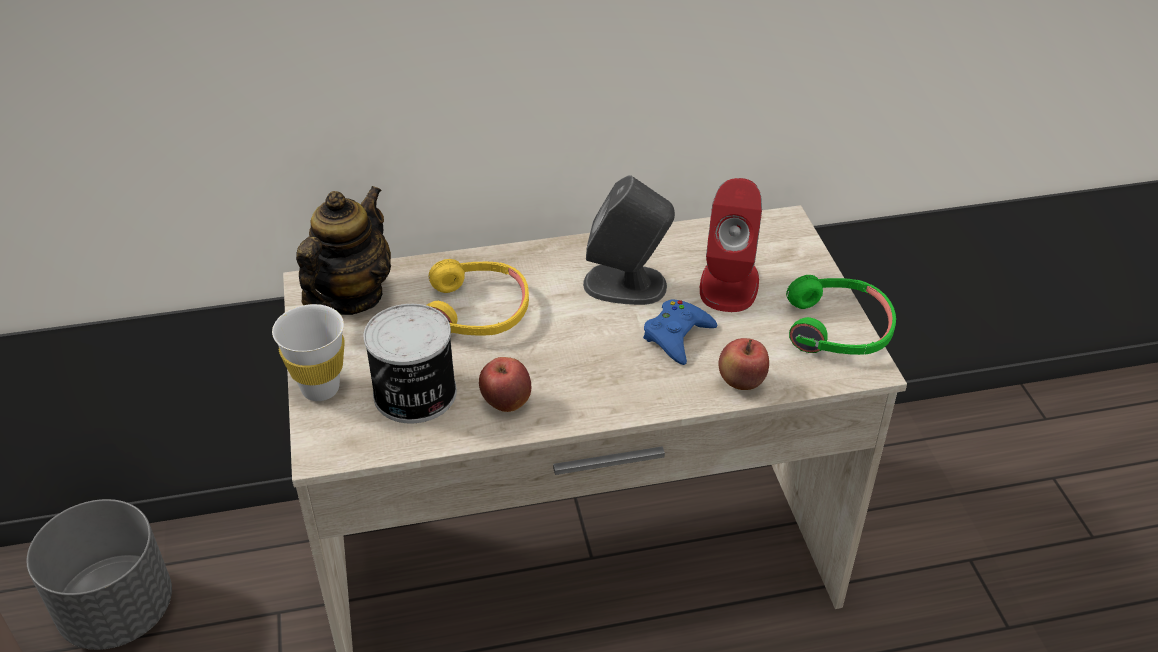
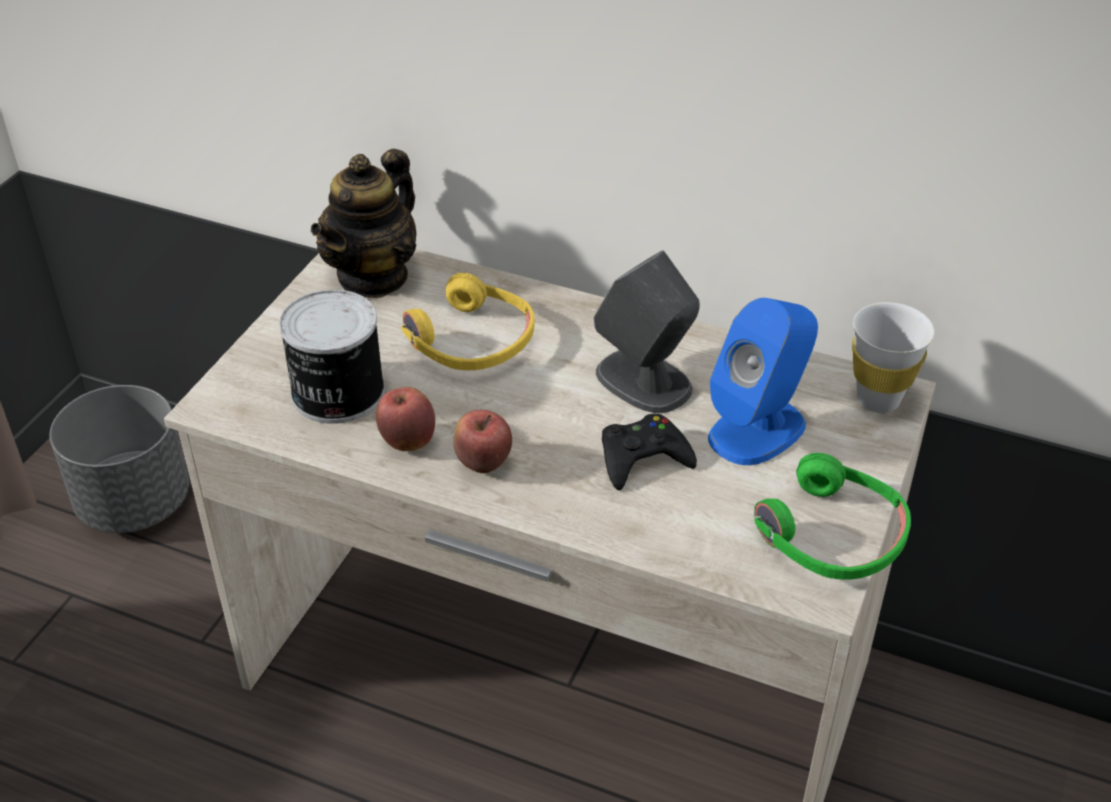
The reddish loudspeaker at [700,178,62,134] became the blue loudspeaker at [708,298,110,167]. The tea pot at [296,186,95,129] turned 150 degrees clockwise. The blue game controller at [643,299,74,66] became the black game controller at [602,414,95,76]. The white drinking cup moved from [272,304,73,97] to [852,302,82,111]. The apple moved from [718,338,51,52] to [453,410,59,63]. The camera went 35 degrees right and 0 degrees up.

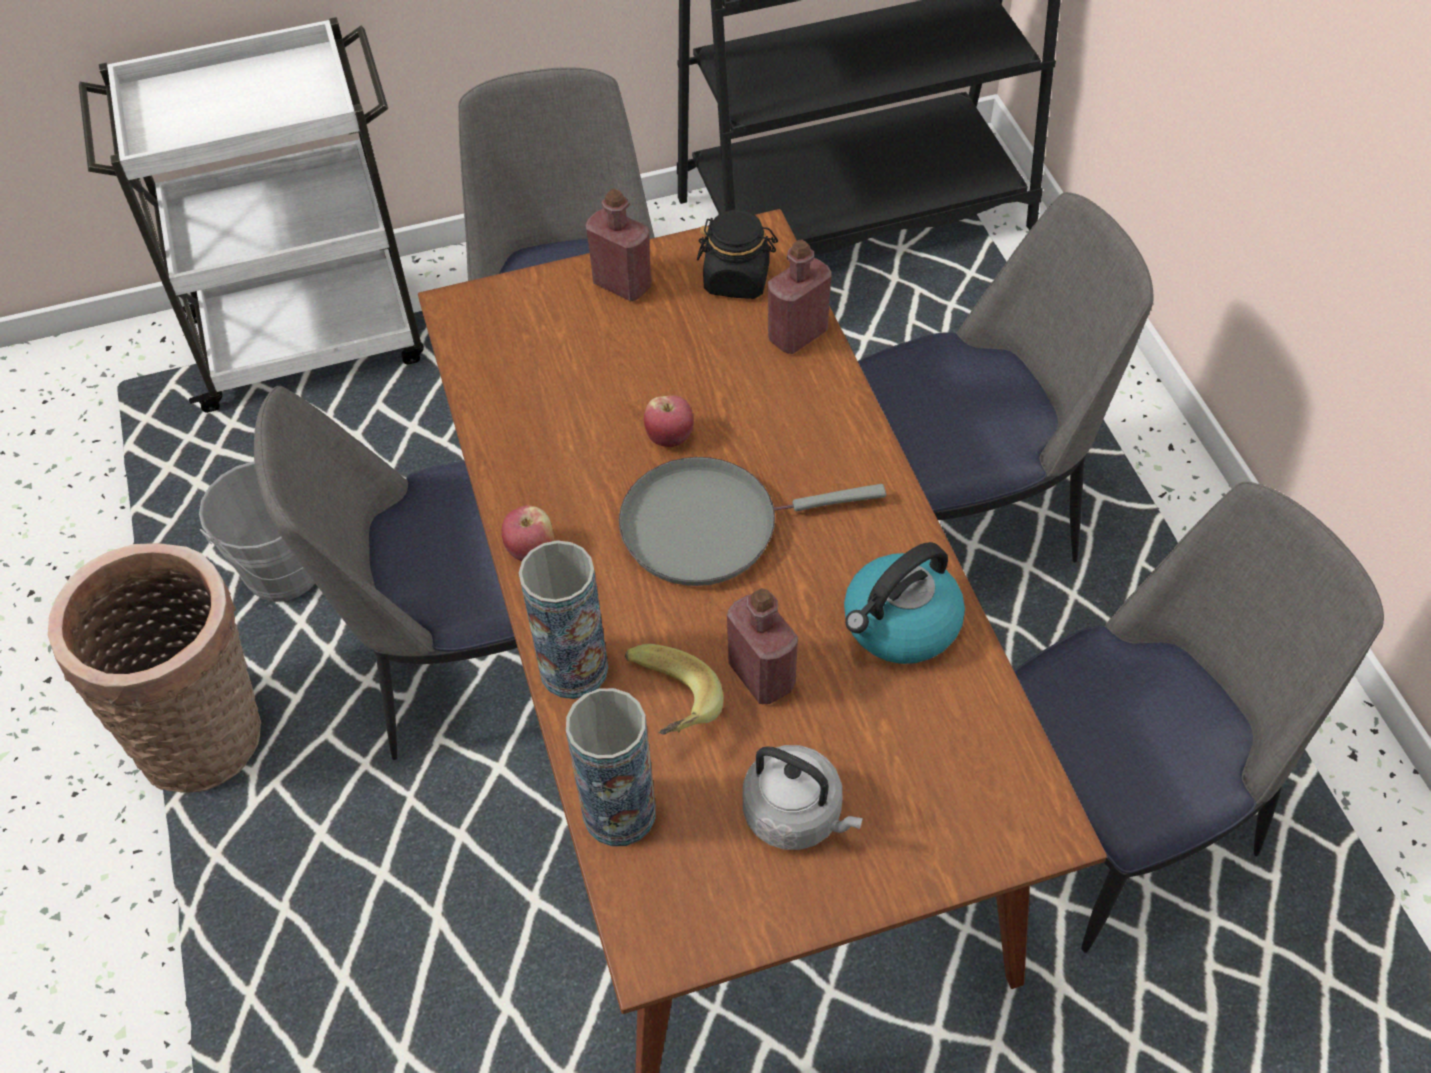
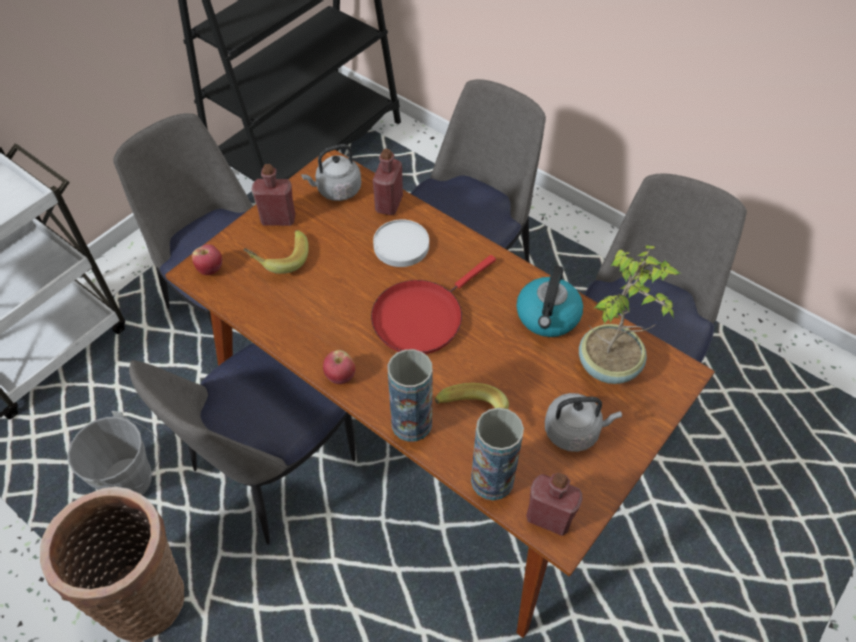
The black storage jar at [697,210,81,89] was replaced by the greyish kettle at [301,144,60,57]. The apple moved from [644,395,50,52] to [192,244,30,31]. The greyish frying pan at [619,457,267,129] became the reddish frying pan at [371,255,125,99]. The reddish bottle moved from [727,588,71,116] to [526,473,57,63]. The white plate at [373,219,56,48] appeared. The banana fruit at [243,230,66,44] appeared. The potted plant at [579,245,102,139] appeared. The camera went 35 degrees left and 0 degrees up.

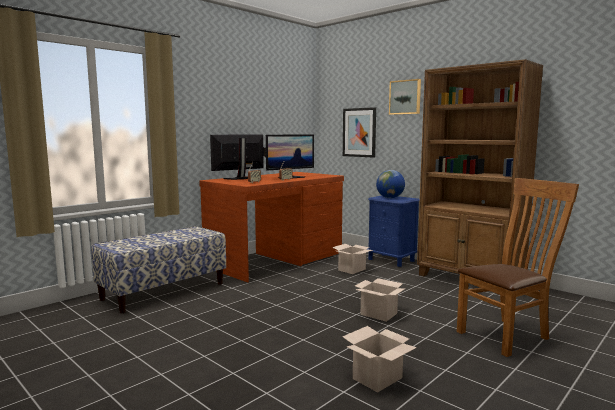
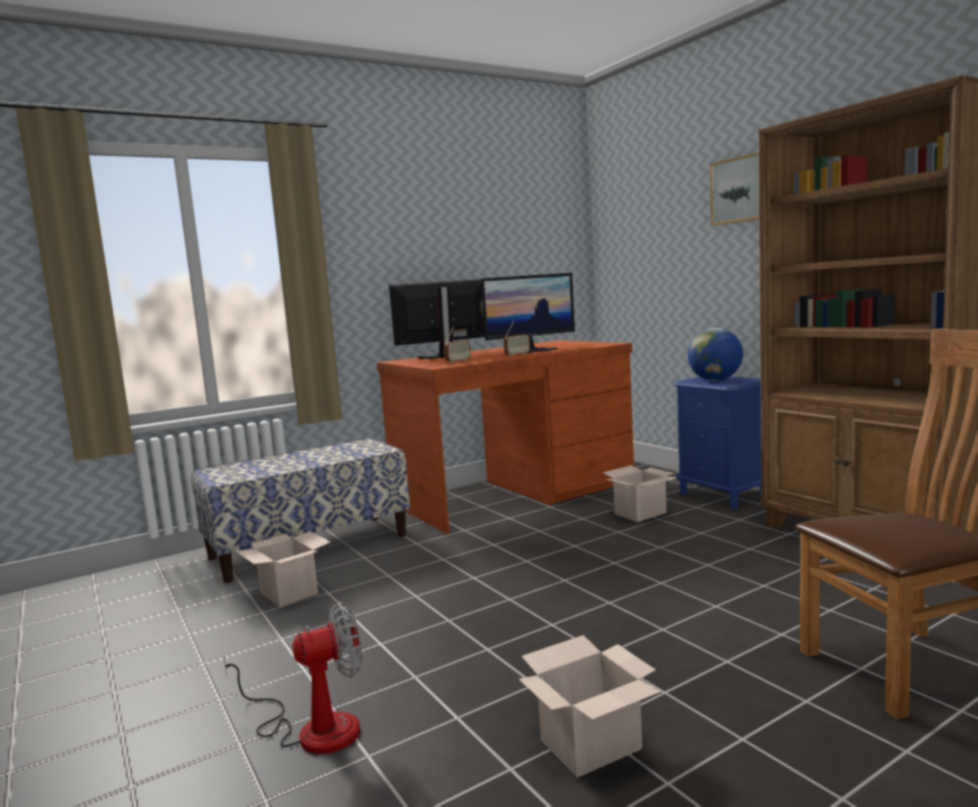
The wall picture at [343,107,33,51] disappeared. The cardboard box moved from [355,278,49,44] to [235,531,96,76]. The electric fan at [223,602,139,152] appeared. The camera went 15 degrees right and 0 degrees up.

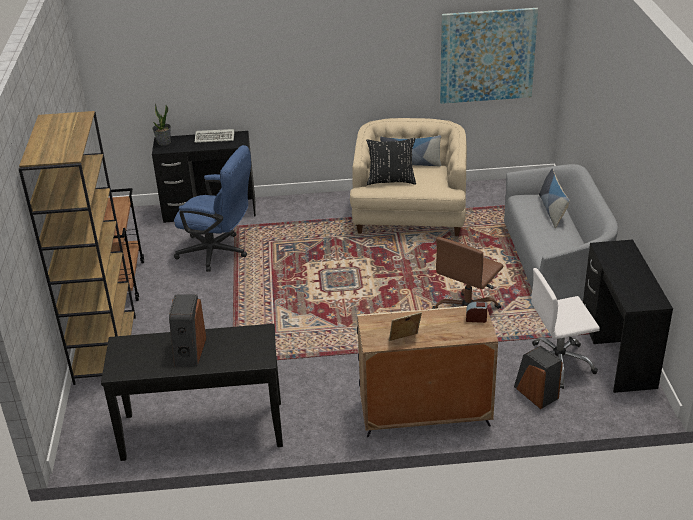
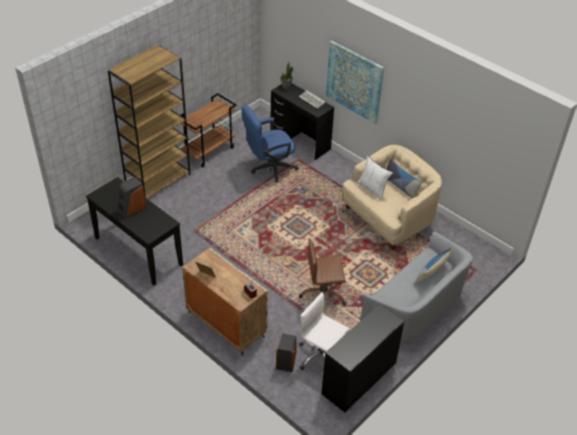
The wall picture moved from [440,8,98,96] to [326,40,58,84]. The black throw pillow at [366,138,50,47] became the white throw pillow at [357,156,36,45]. The blue desk chair at [174,145,77,127] turned 90 degrees clockwise. The camera went 45 degrees right and 10 degrees up.

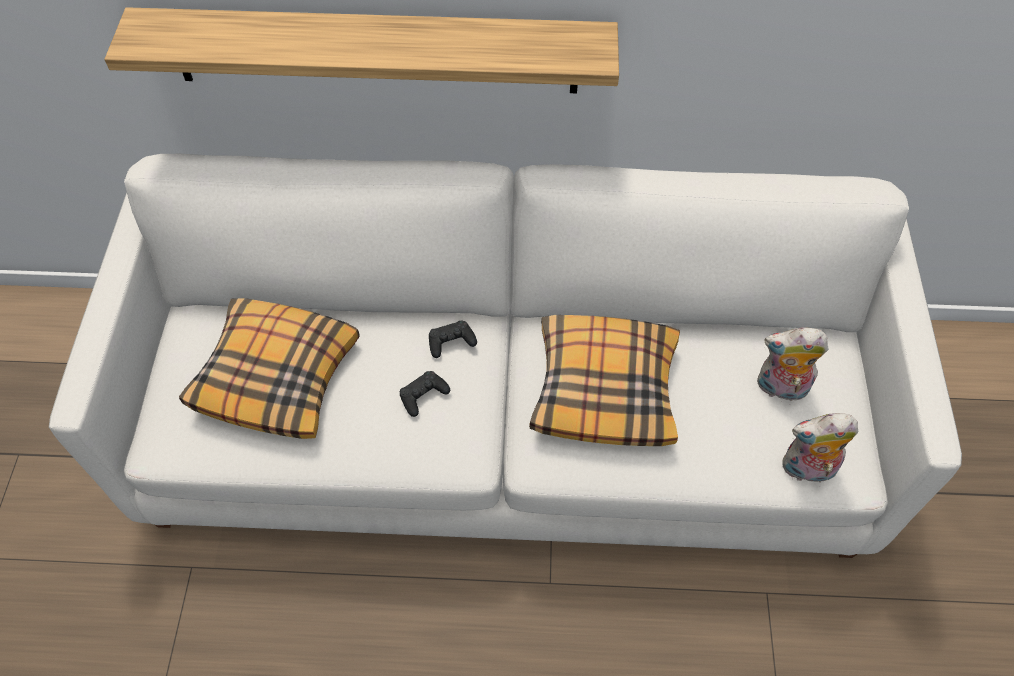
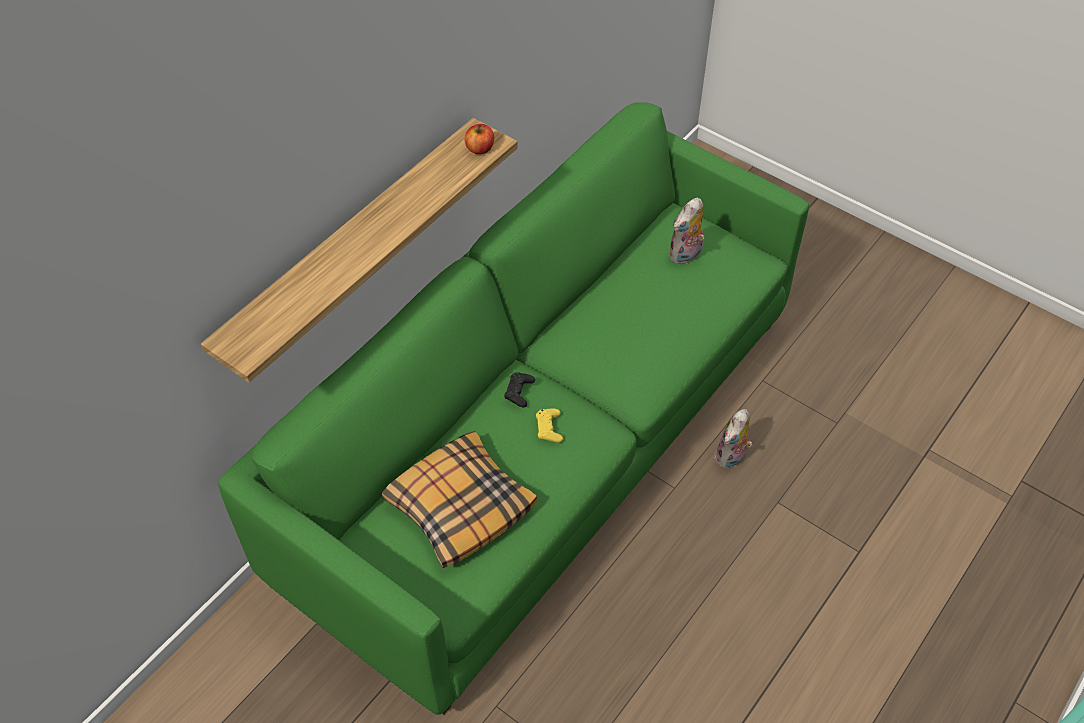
The white sofa at [49,154,913,404] became the green-coloured sofa at [218,102,591,613]. The throw pillow at [529,315,151,131] disappeared. The black game controller at [400,371,50,46] became the yellow-coloured game controller at [536,408,27,35]. The plush toy moved from [782,413,76,70] to [715,409,38,60]. The apple at [465,124,29,30] appeared. The camera went 55 degrees left and 5 degrees down.

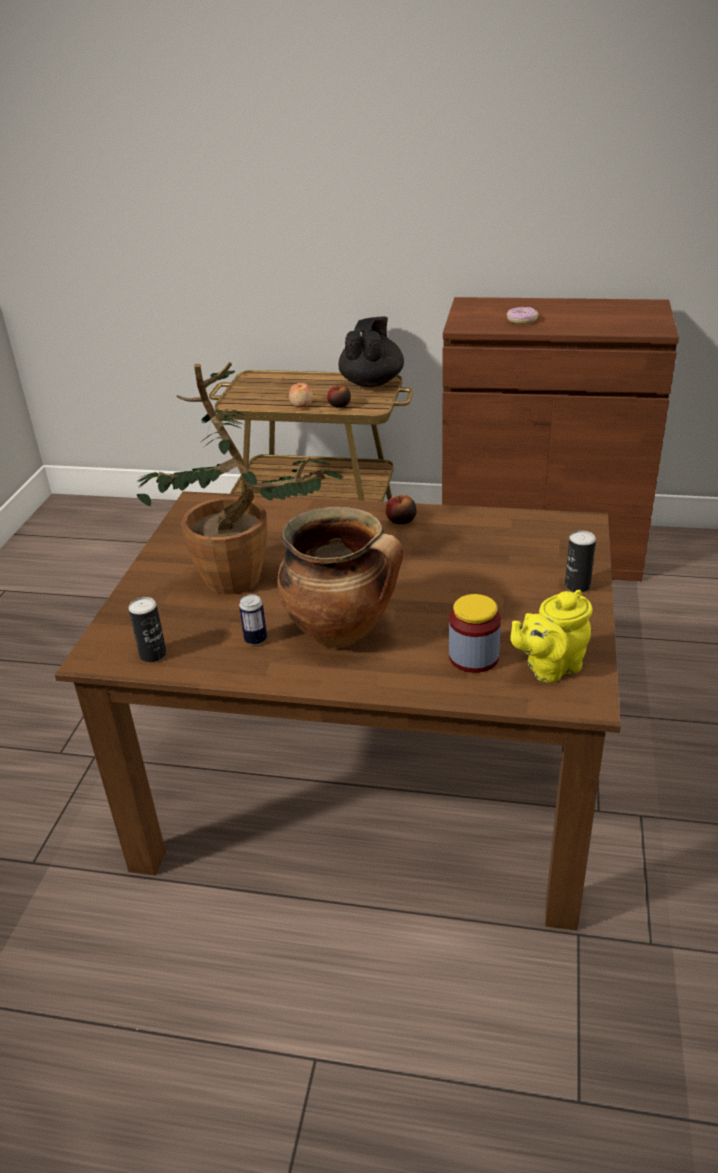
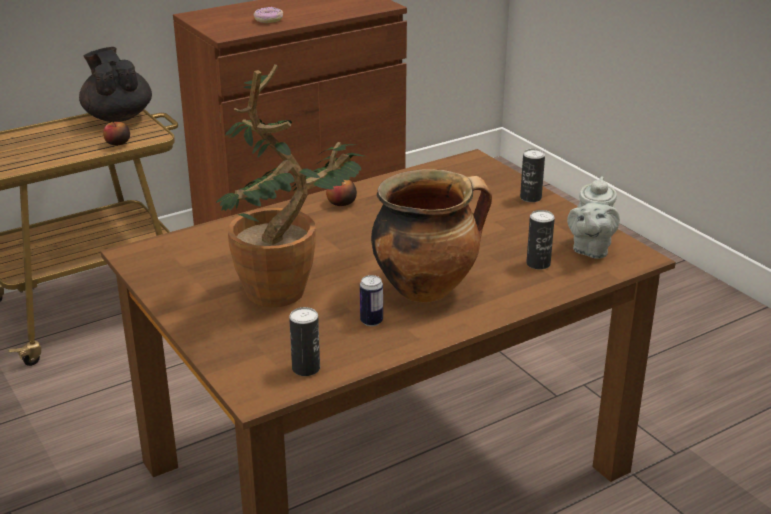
The apple at [289,383,24,25] disappeared. The yellow-coloured tea pot at [510,590,83,93] became the greyish tea pot at [567,176,53,83]. The storage jar at [449,594,52,79] was replaced by the can at [526,210,29,60]. The camera went 45 degrees left and 5 degrees down.

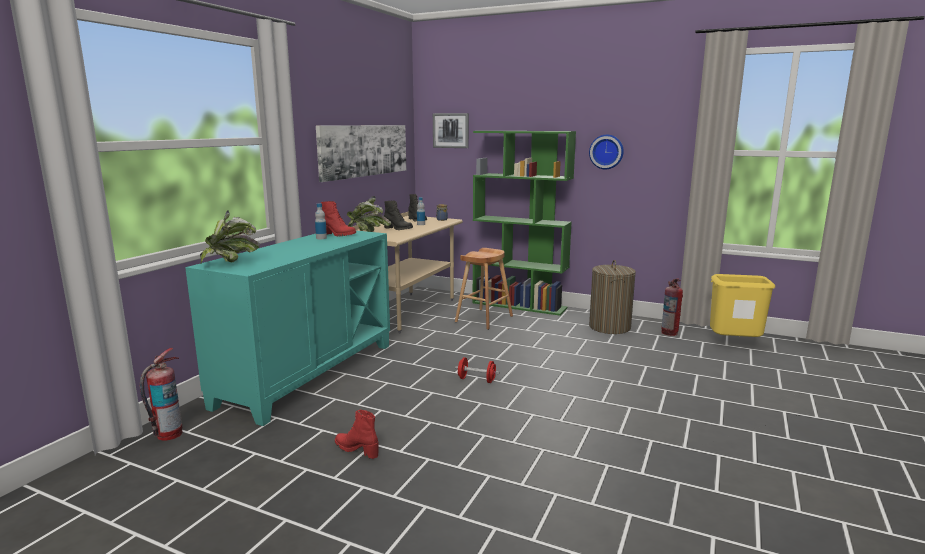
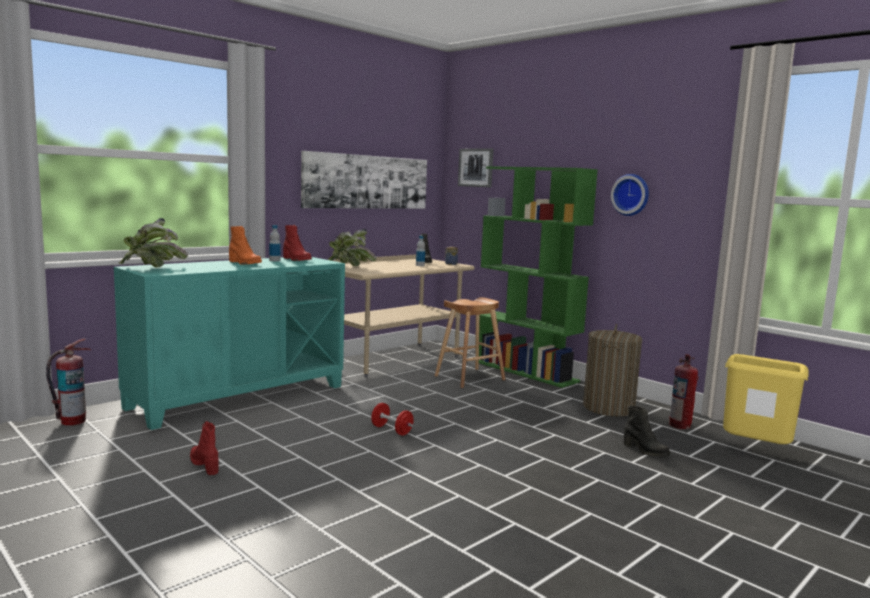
The black boot moved from [384,201,29,29] to [623,406,47,50]. The orangey boot at [229,226,33,39] appeared. The camera went 20 degrees right and 5 degrees down.

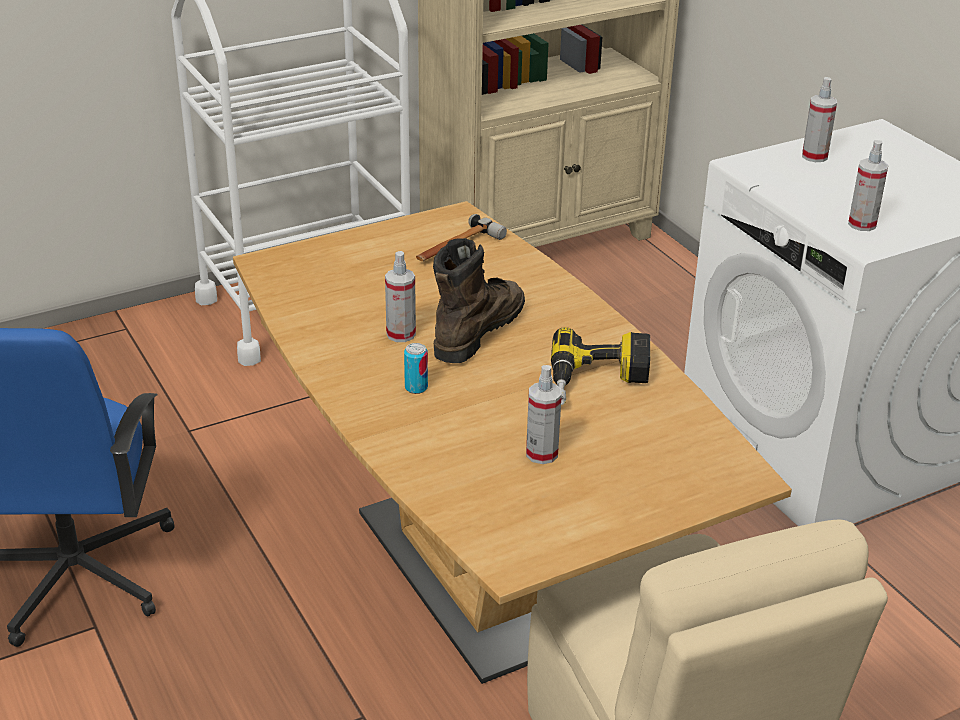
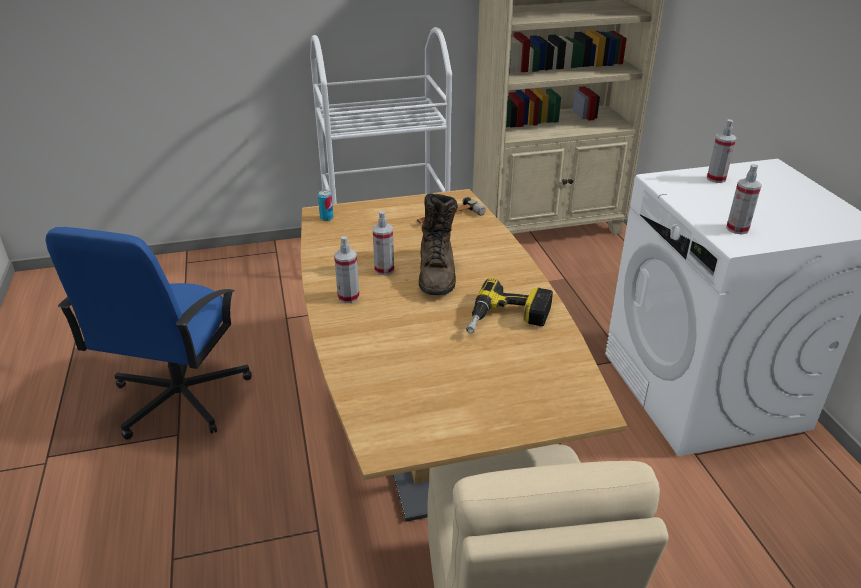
The brown boot at [433,238,92,125] turned 135 degrees clockwise. The can moved from [404,343,24,51] to [318,190,15,31]. The hand sprayer moved from [526,365,36,99] to [334,236,25,67]. The camera went 15 degrees right and 0 degrees up.

